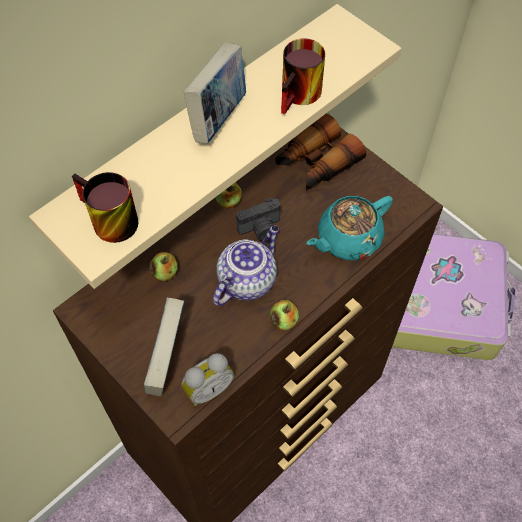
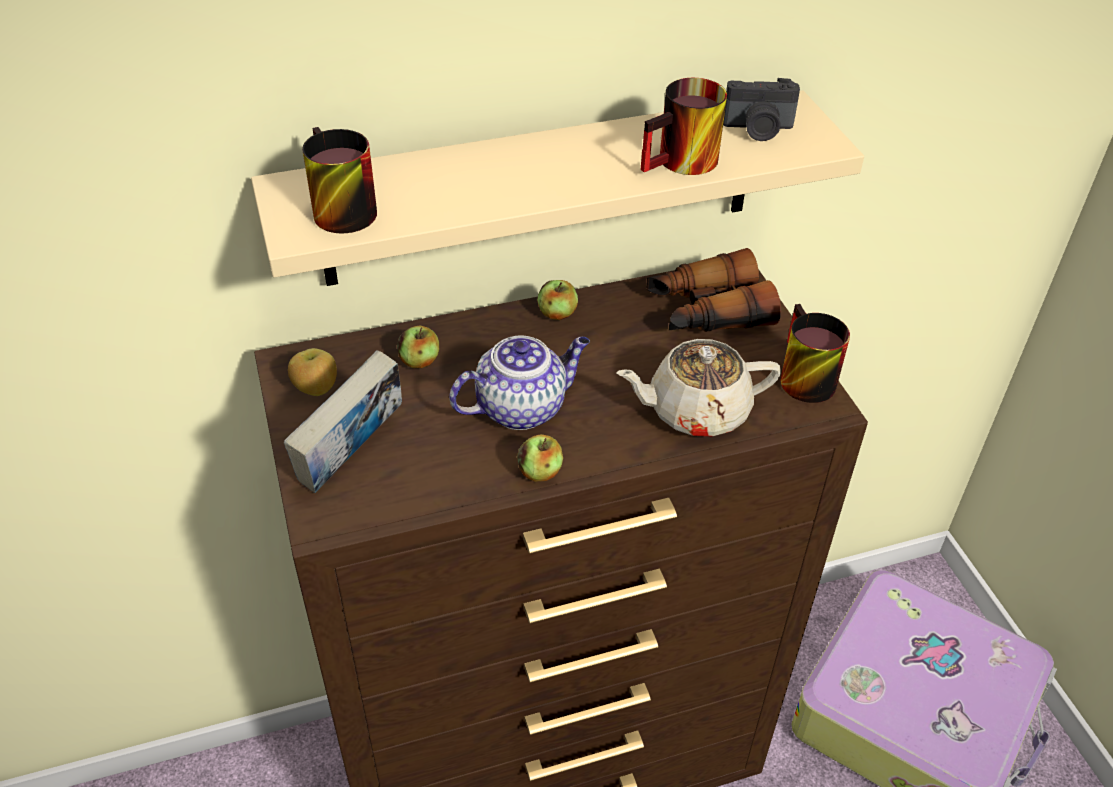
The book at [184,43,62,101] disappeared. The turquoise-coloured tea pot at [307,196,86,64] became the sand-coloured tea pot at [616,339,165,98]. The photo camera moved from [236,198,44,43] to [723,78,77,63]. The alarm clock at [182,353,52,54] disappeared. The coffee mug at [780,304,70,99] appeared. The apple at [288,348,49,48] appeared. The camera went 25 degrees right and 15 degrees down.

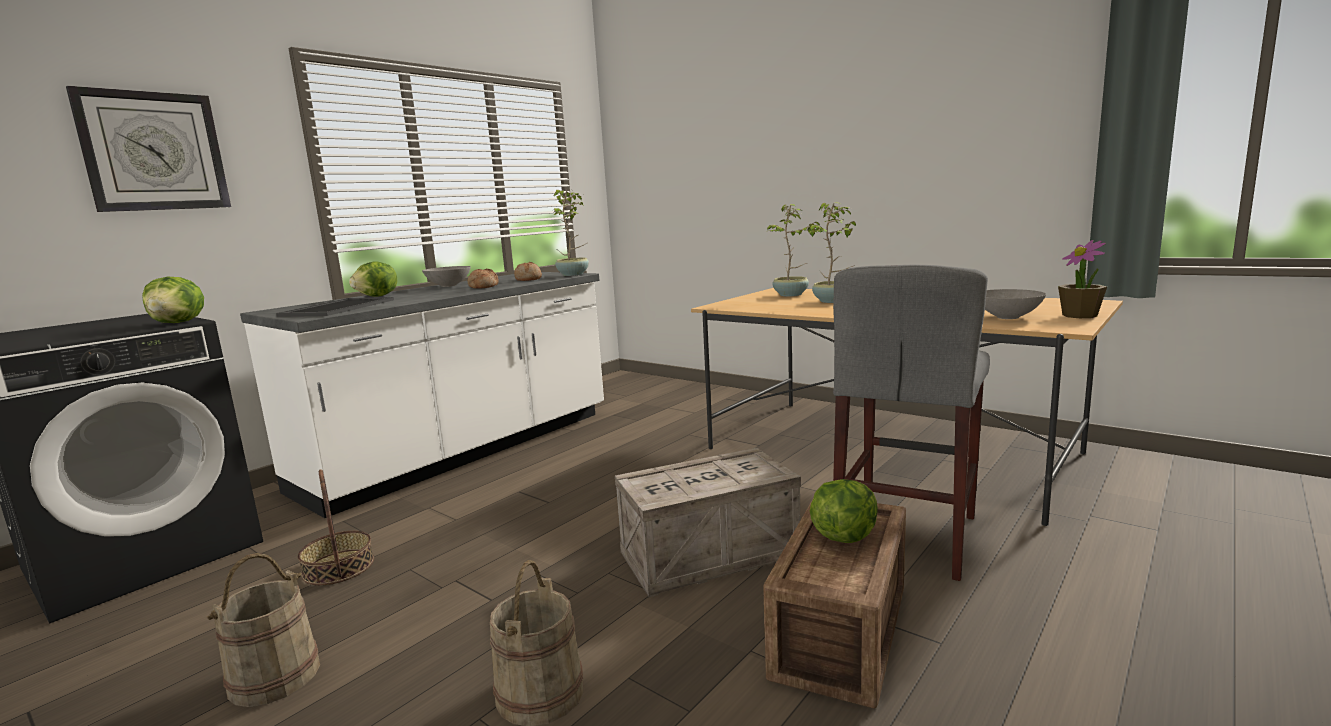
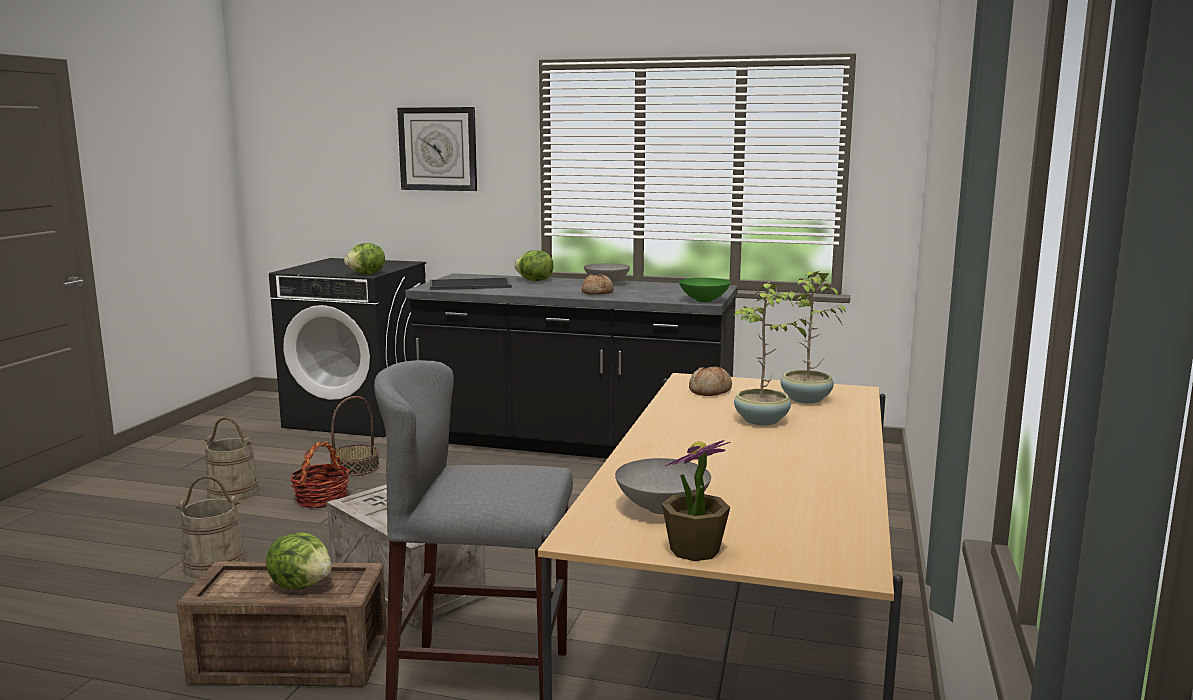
The potted plant at [550,190,39,86] was replaced by the green-coloured serving bowl at [679,278,52,24]. The bakery bread moved from [514,262,28,19] to [689,366,43,30]. The white kitchen counter at [240,272,364,246] became the black kitchen counter at [405,273,333,186]. The household basket at [290,441,59,67] appeared. The camera went 65 degrees right and 0 degrees up.

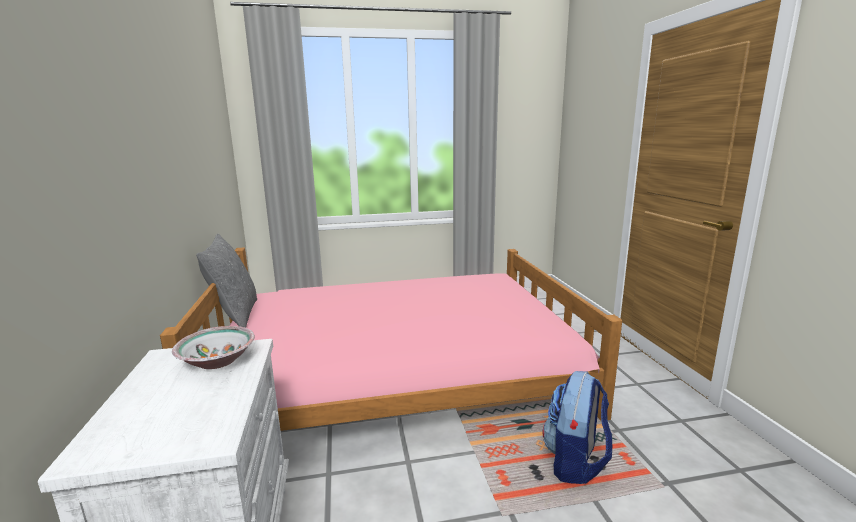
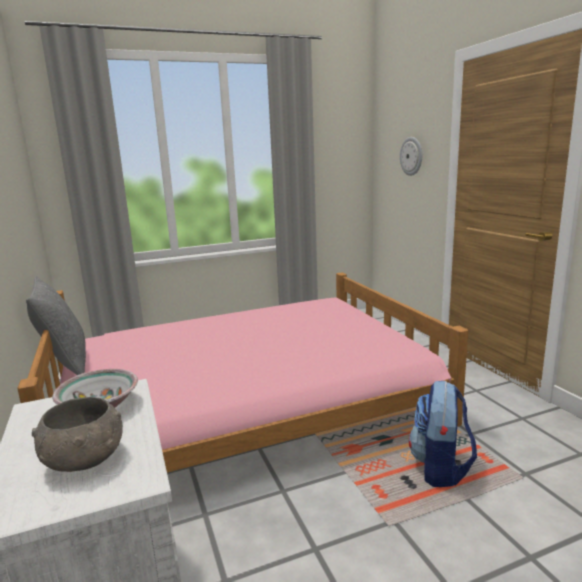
The hanging clock at [400,137,22,39] appeared. The greyish serving bowl at [32,397,91,75] appeared. The camera went 10 degrees left and 0 degrees up.

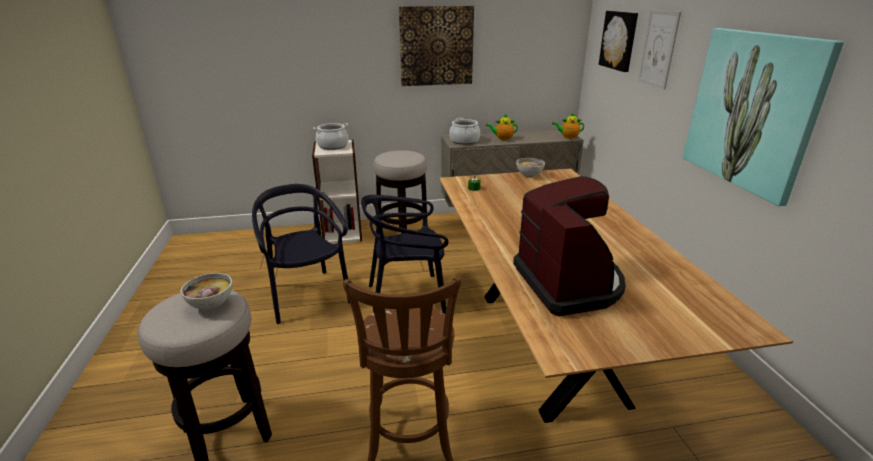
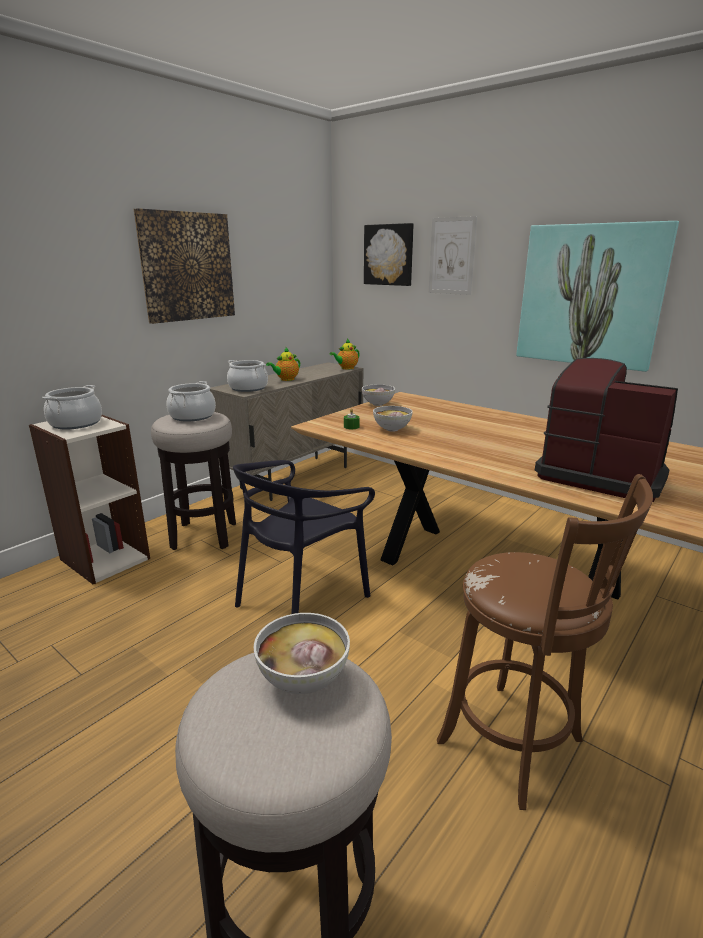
The black plain chair at [252,184,98,140] disappeared. The saucepot at [166,381,50,41] appeared. The serving bowl at [373,406,40,26] appeared. The camera went 40 degrees left and 5 degrees down.

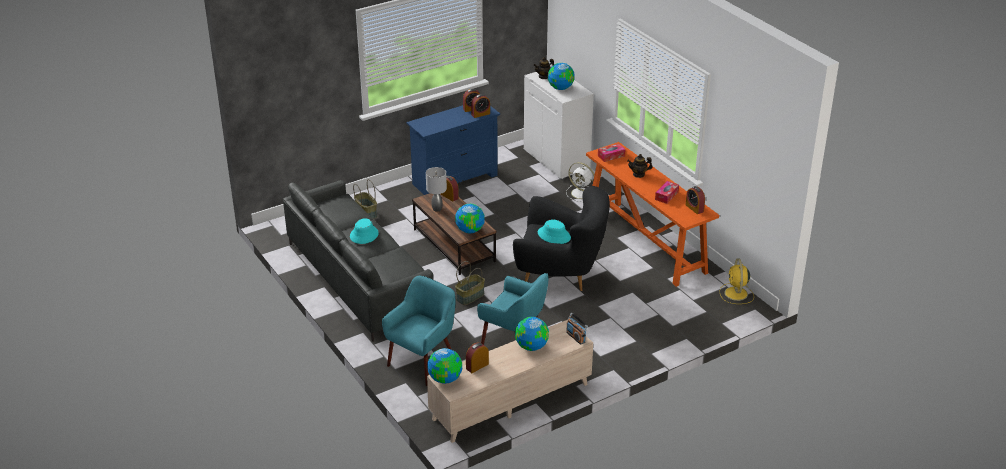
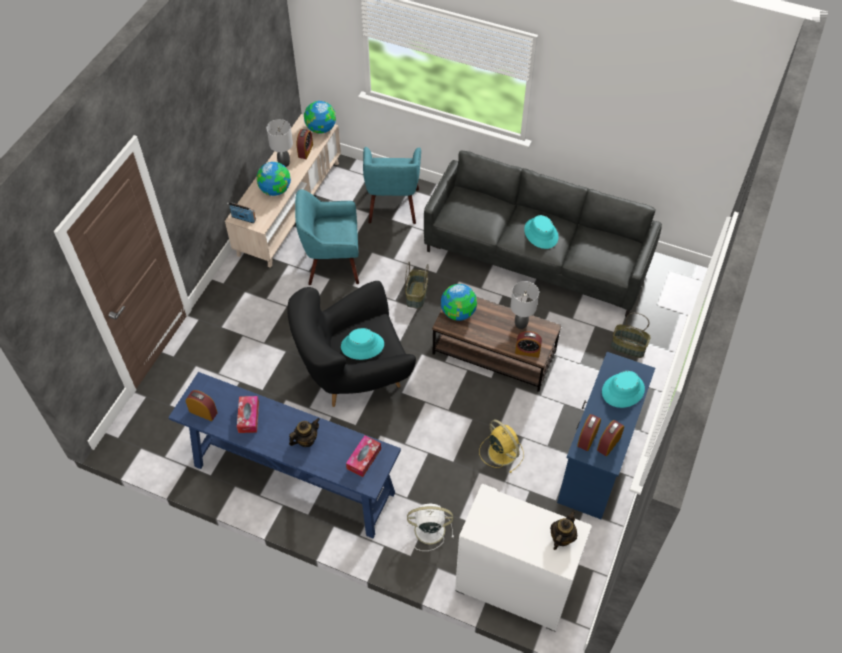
The world globe at [548,63,27,27] disappeared. The orangey console table at [586,142,133,145] became the blue console table at [168,372,233,166]. The yellow-coloured electric fan moved from [719,259,35,45] to [479,420,45,53]. The greyish table lamp at [267,119,26,48] appeared. The turquoise-coloured wearable hat at [602,371,43,37] appeared. The camera went 145 degrees right and 20 degrees up.

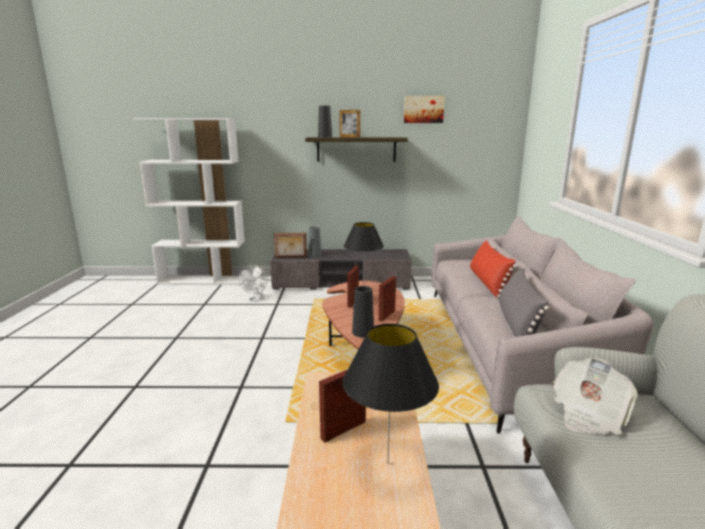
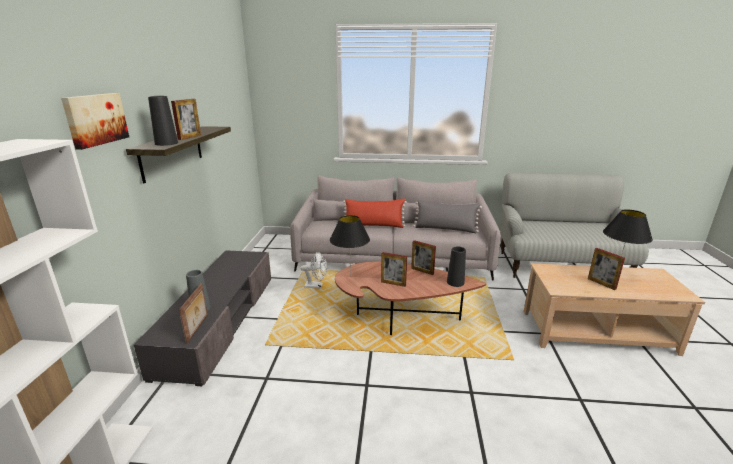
The wall picture moved from [404,96,41,27] to [61,93,68,57]. The white electric fan moved from [239,265,29,36] to [300,252,27,37]. The printed paper at [553,358,85,77] disappeared. The camera went 85 degrees left and 5 degrees up.

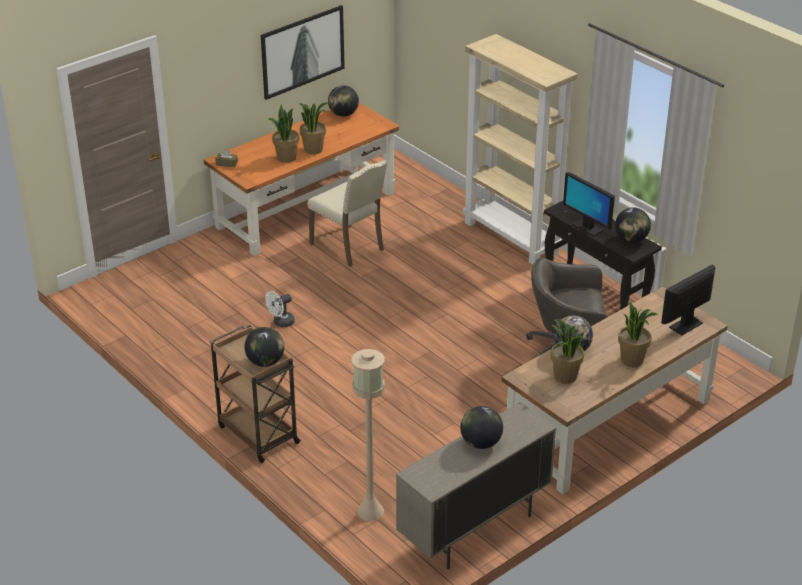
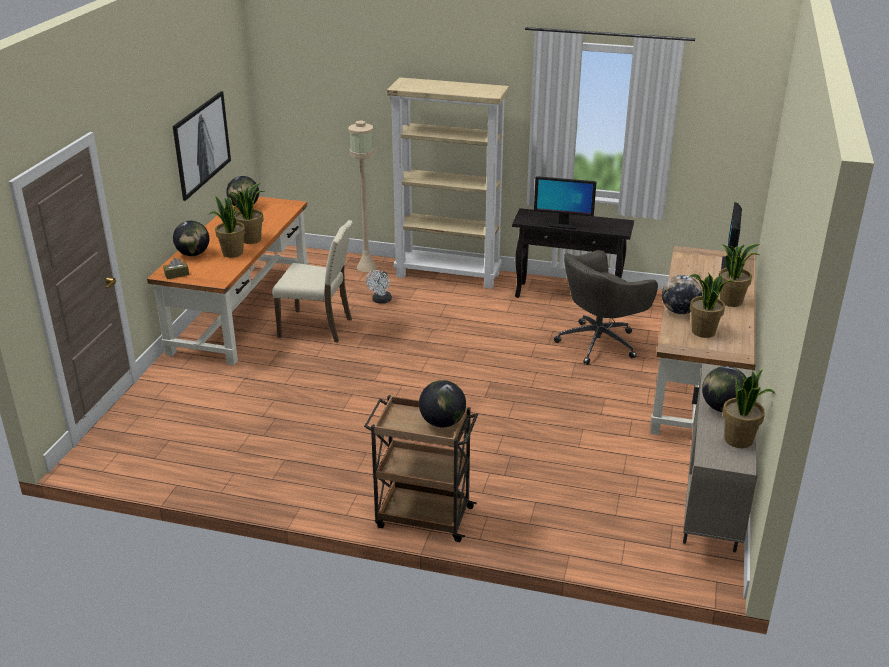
The world globe moved from [615,208,36,35] to [173,221,36,35]. The white electric fan moved from [265,291,30,36] to [366,270,26,34]. The sand-coloured floor lamp moved from [351,349,34,172] to [348,121,29,151]. The potted plant at [723,369,52,79] appeared. The camera went 35 degrees left and 5 degrees down.

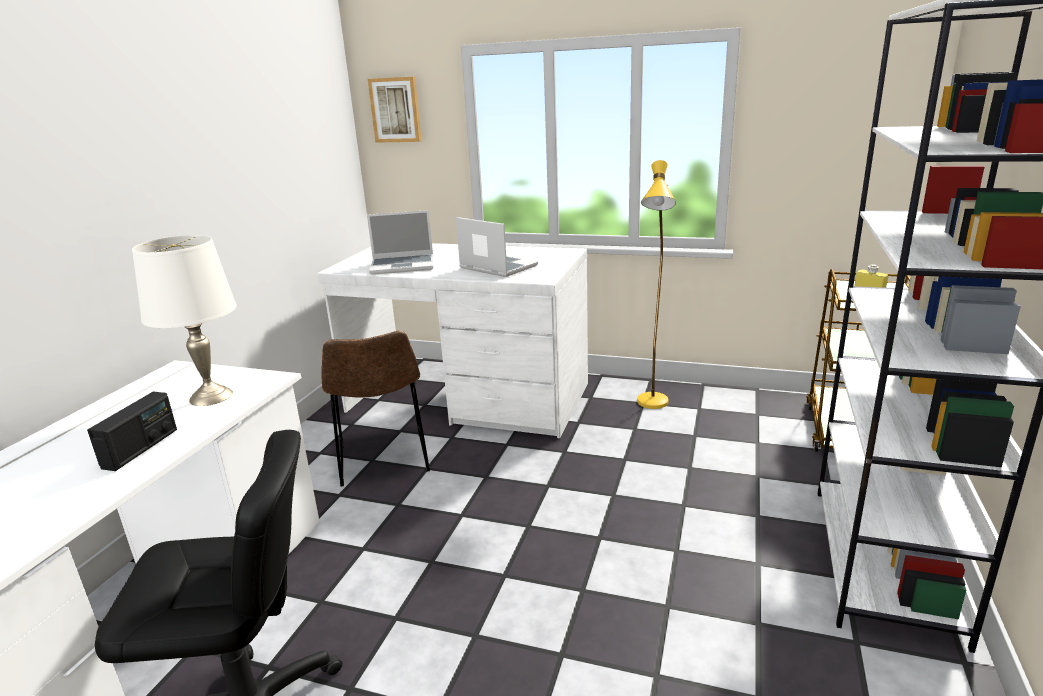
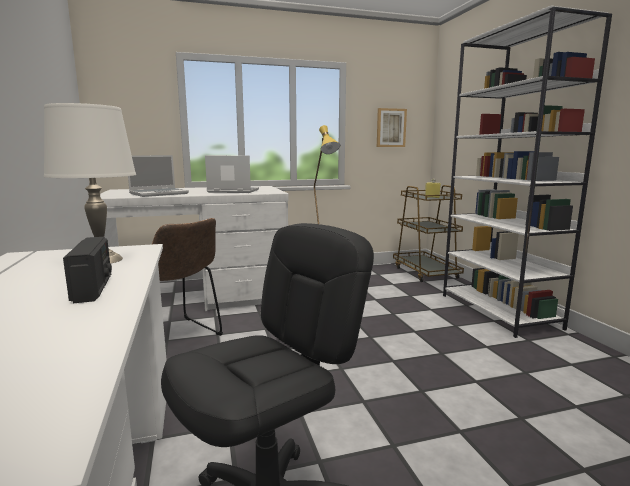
The wall picture moved from [368,77,53,66] to [377,108,30,39]. The camera went 35 degrees left and 10 degrees down.

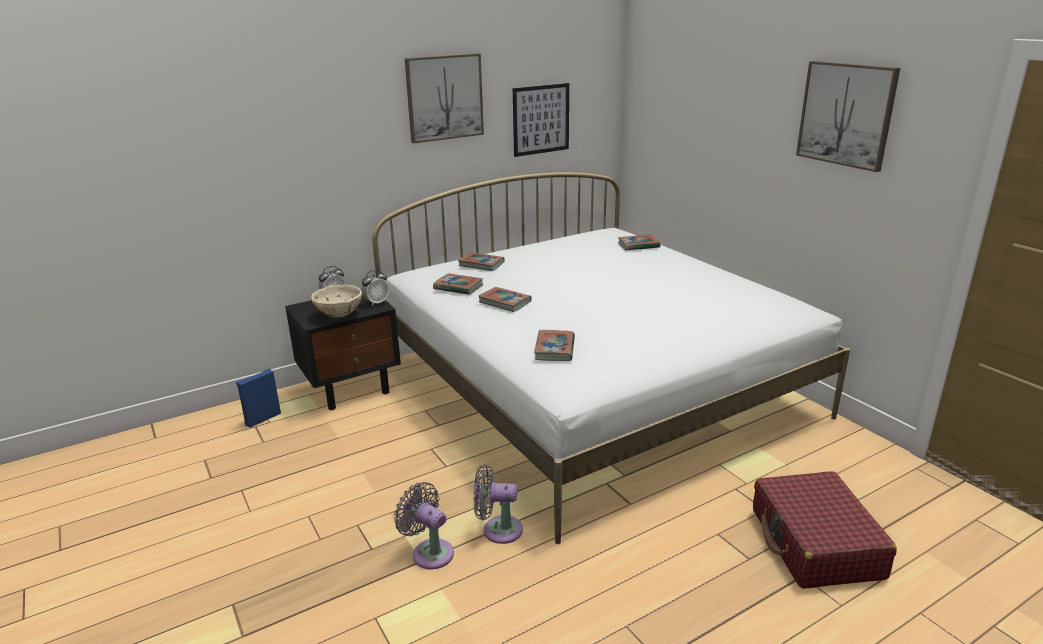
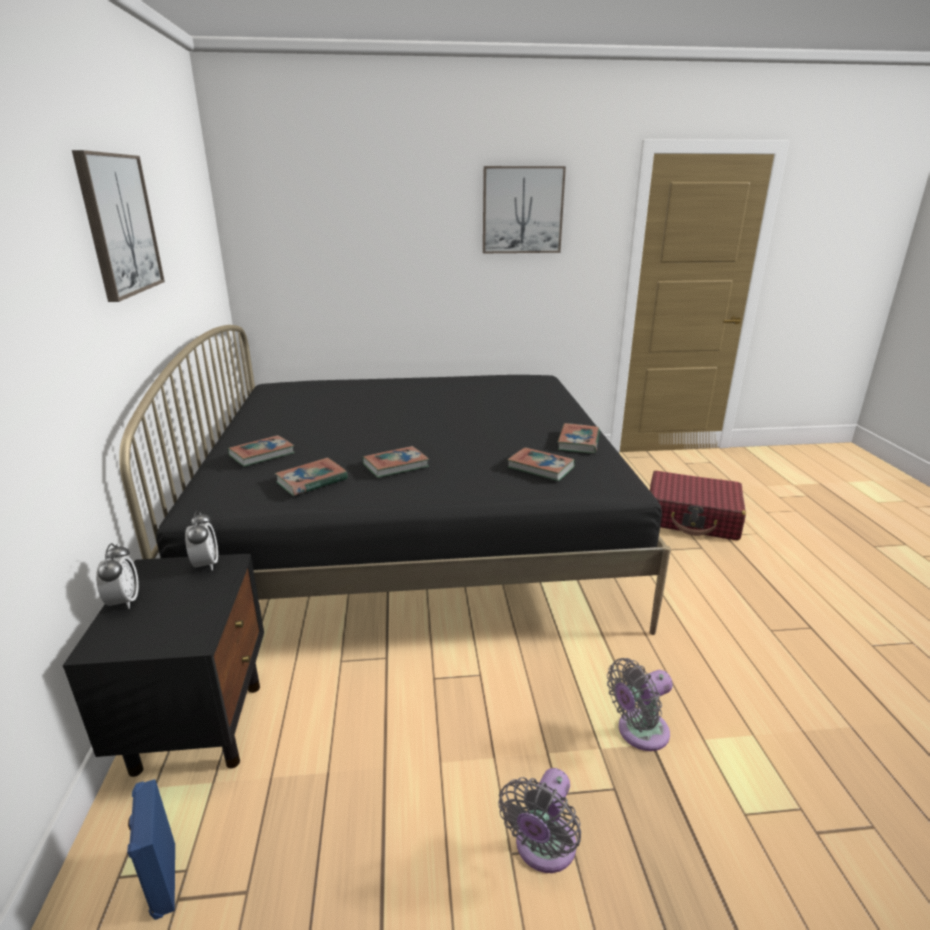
The wall picture at [513,83,56,74] disappeared. The white bedroom bed at [372,172,478,372] became the black bedroom bed at [119,325,552,310]. The book moved from [618,234,43,17] to [558,423,42,30]. The sand-coloured serving bowl at [311,285,51,32] disappeared. The greyish electric fan moved from [474,465,49,79] to [498,768,83,105]. The camera went 65 degrees left and 0 degrees up.

